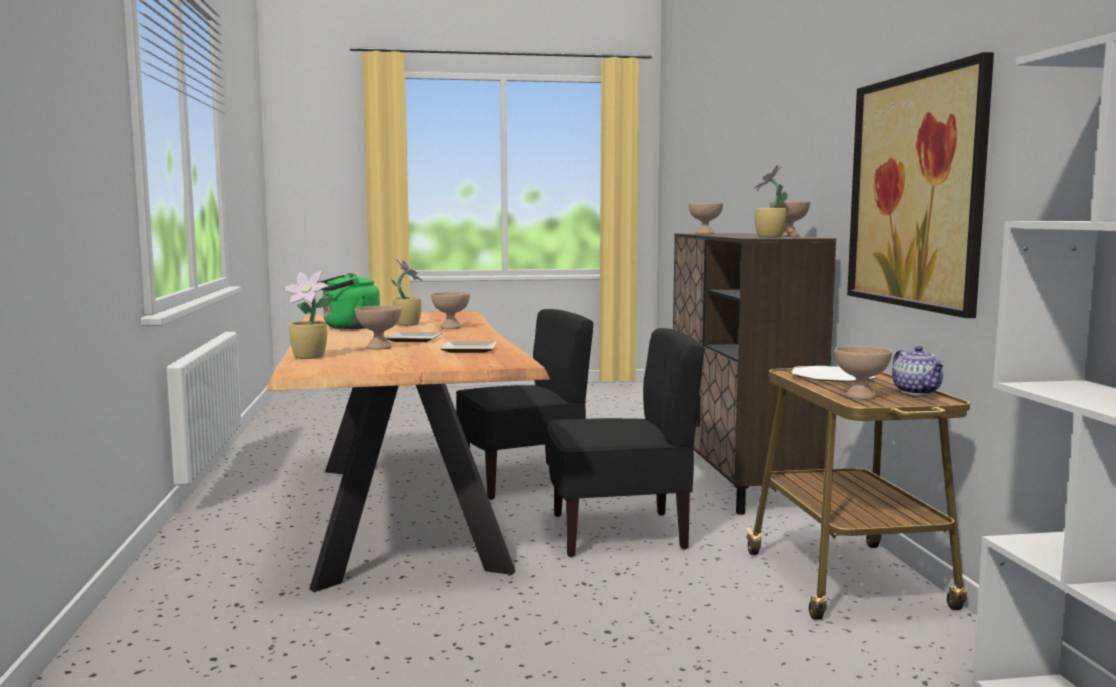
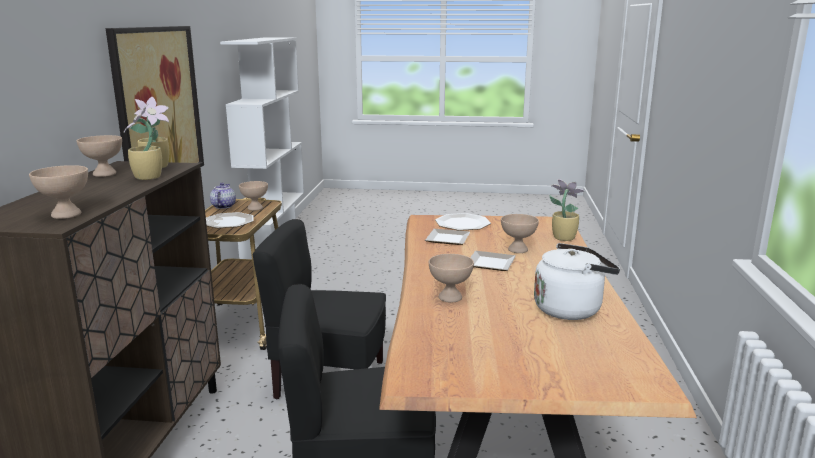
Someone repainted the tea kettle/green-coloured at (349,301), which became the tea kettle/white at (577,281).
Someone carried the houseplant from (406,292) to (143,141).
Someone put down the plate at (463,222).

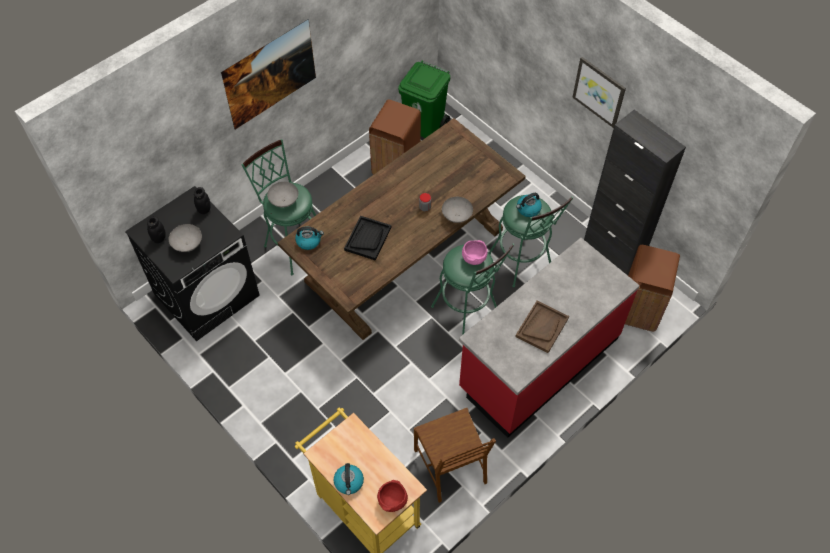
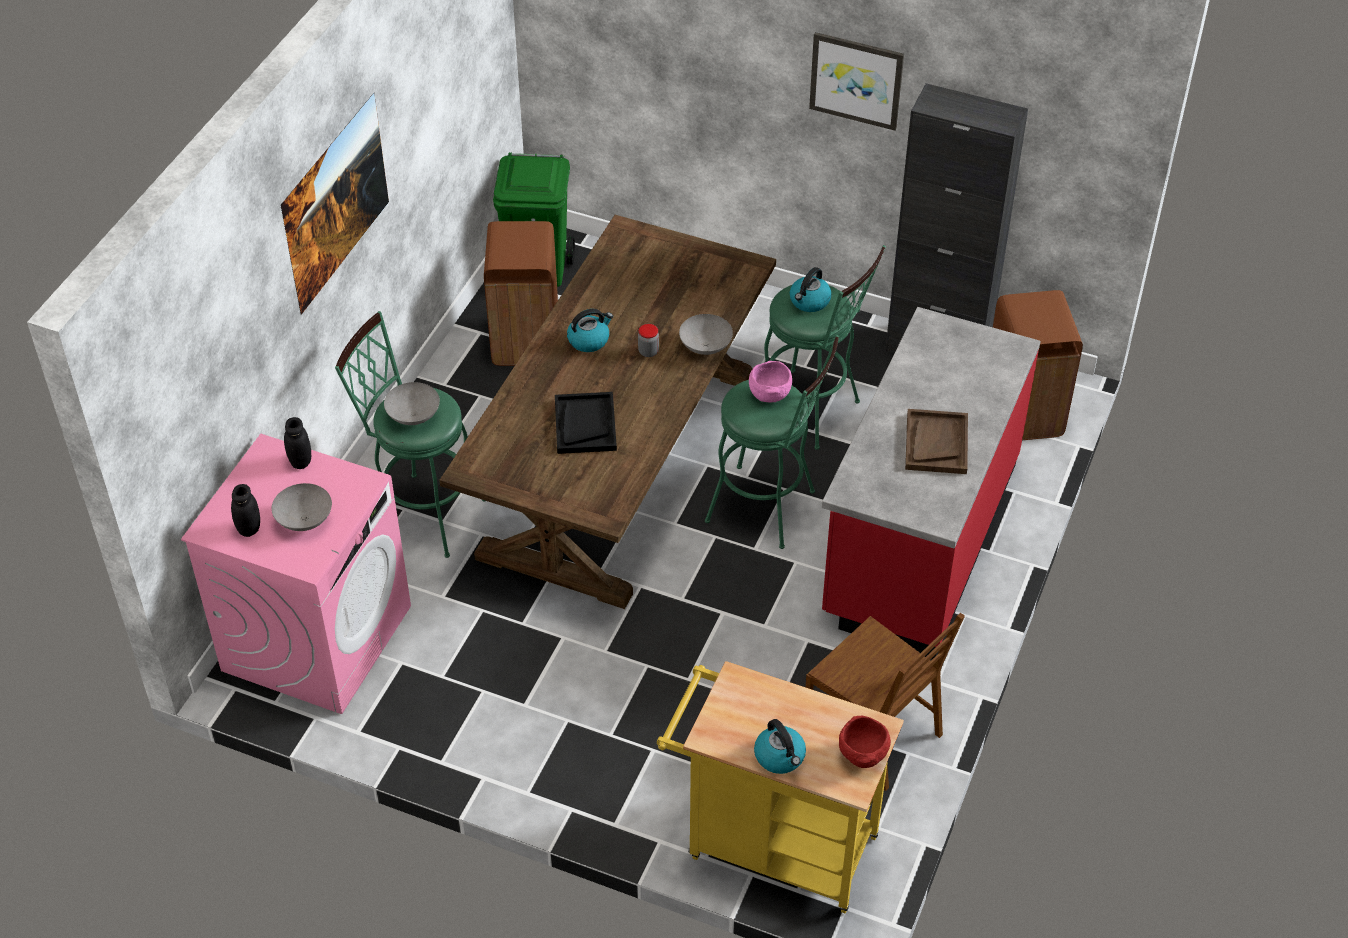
Someone repainted the washing machine/black-coloured at (192,263), which became the washing machine/pink at (296,574).
Someone carried the tea kettle from (309,238) to (590,330).

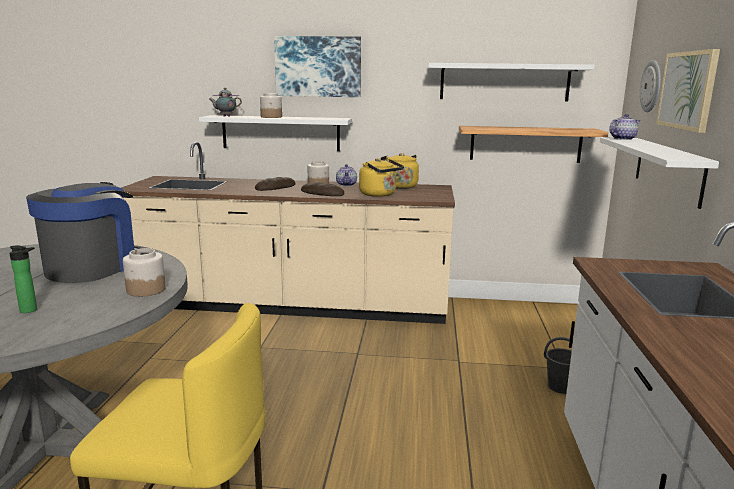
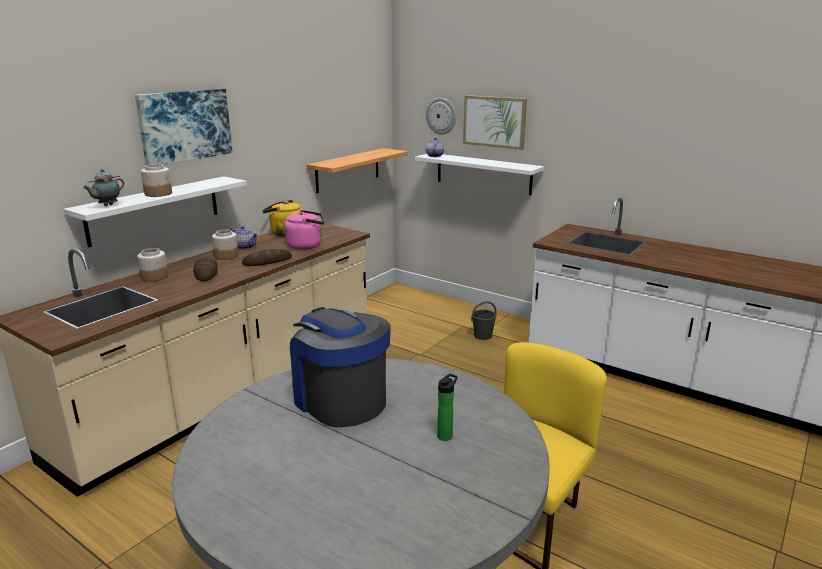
Someone carried the jar from (144,272) to (152,265).
Someone repainted the tea kettle/yellow at (381,177), which became the tea kettle/pink at (304,230).
Someone took away the shelf/white at (511,82).

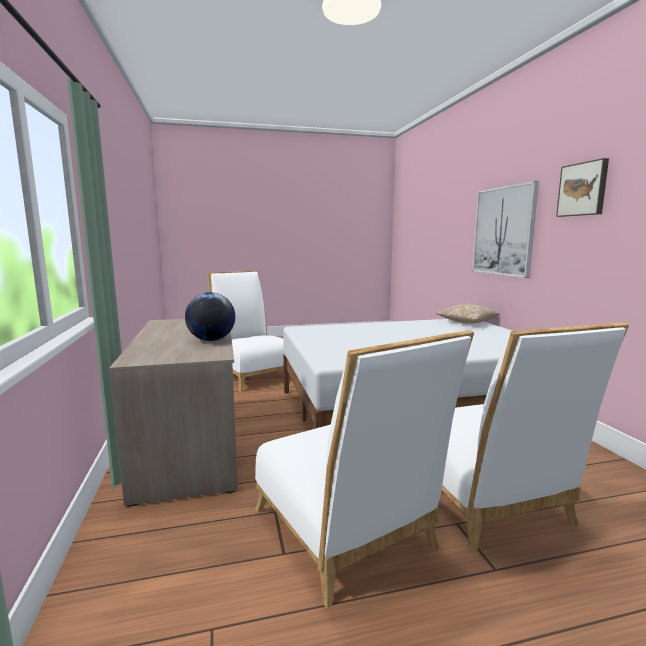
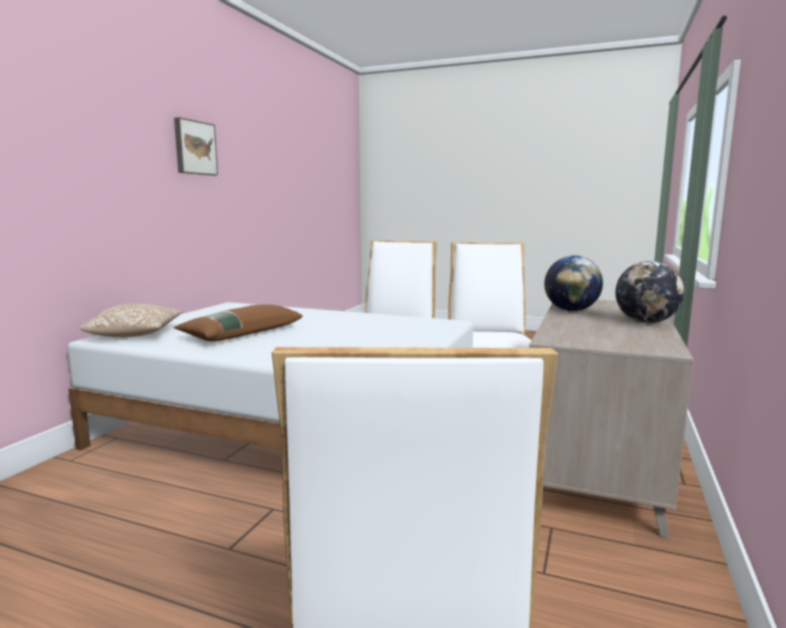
Someone took away the wall art at (505,229).
Someone put down the throw pillow/brownish at (238,323).
Someone put down the world globe at (649,292).

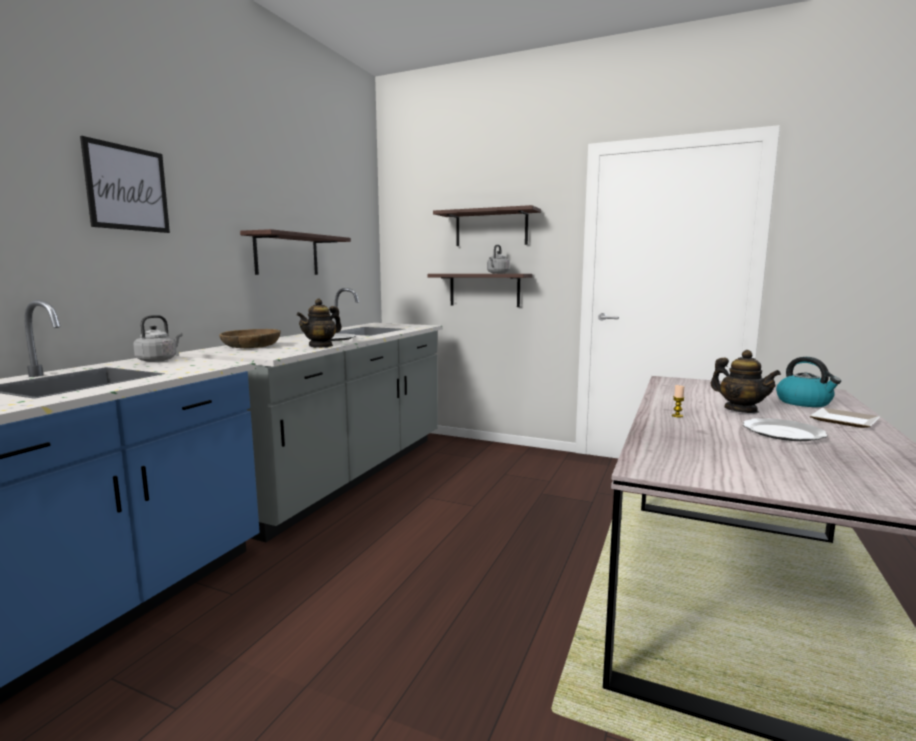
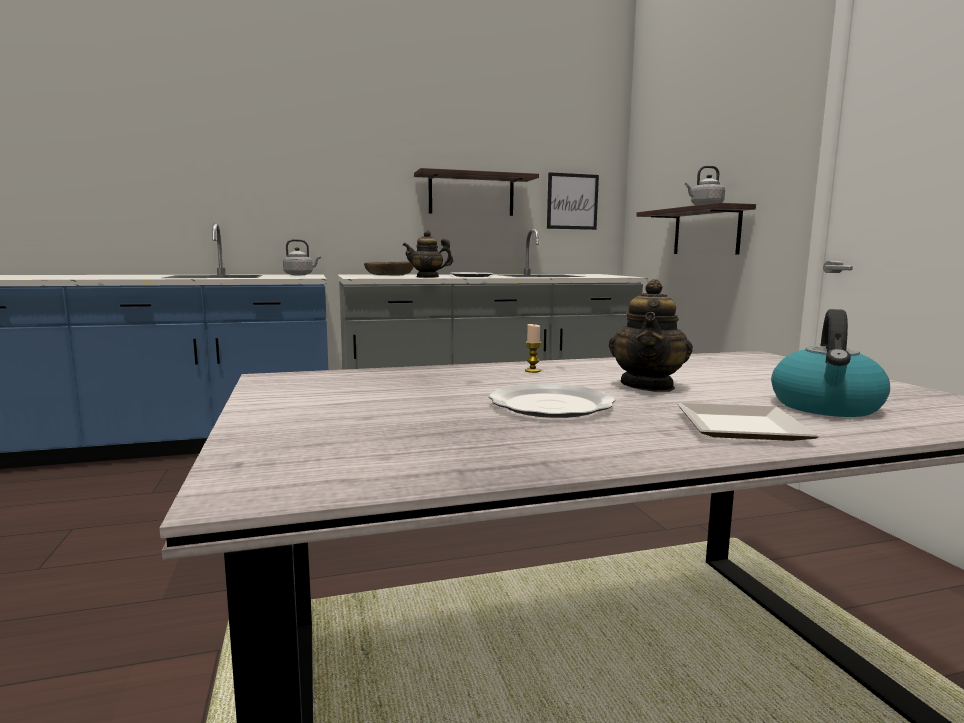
Someone carried the wall art from (125,184) to (573,201).
Someone took away the shelf at (487,225).

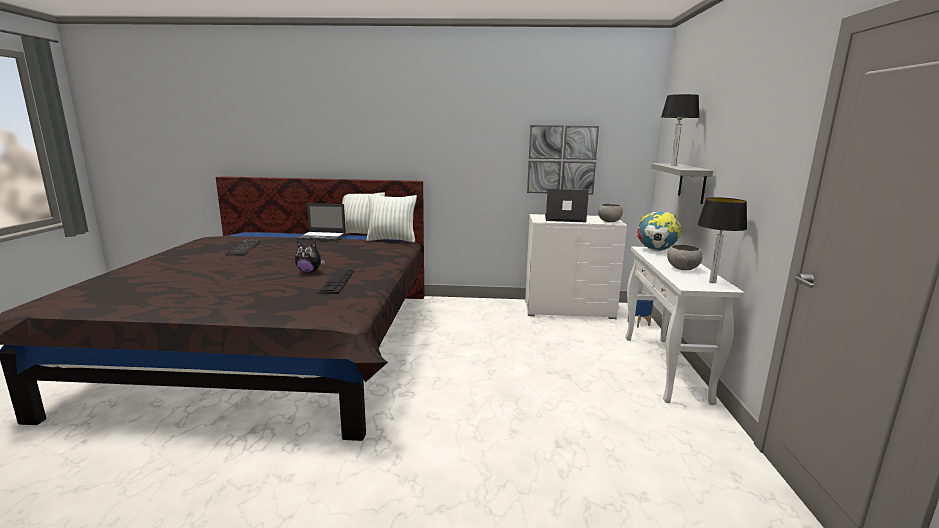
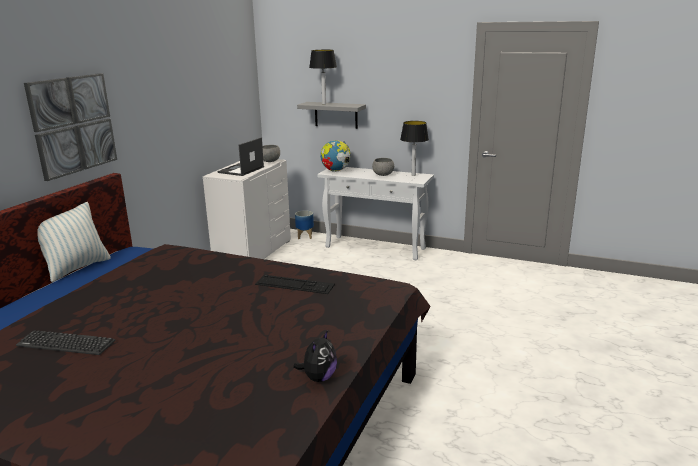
Someone carried the cuddly toy from (310,257) to (315,356).
Someone took away the laptop at (321,222).
Someone took away the throw pillow at (391,218).
Someone carried the wall art from (563,159) to (70,127).

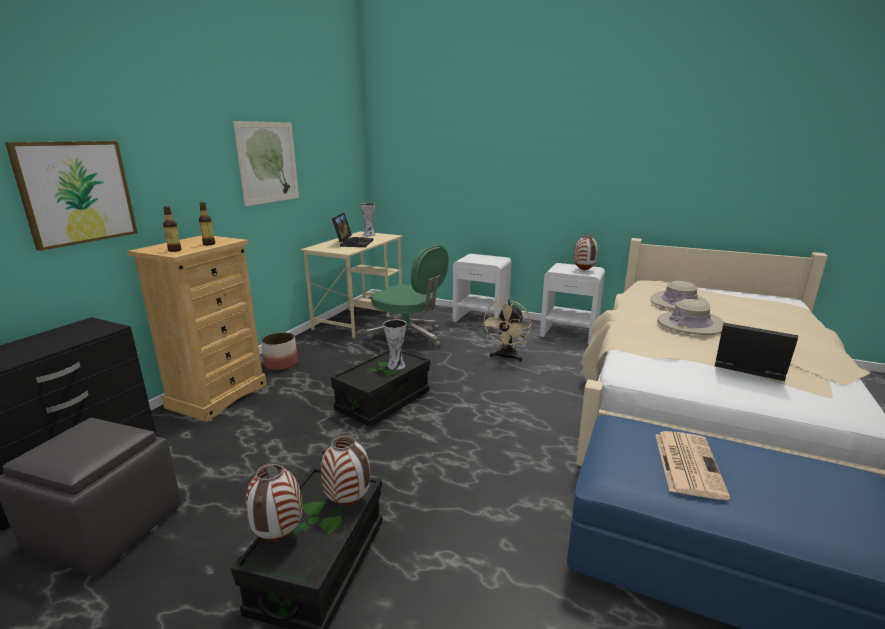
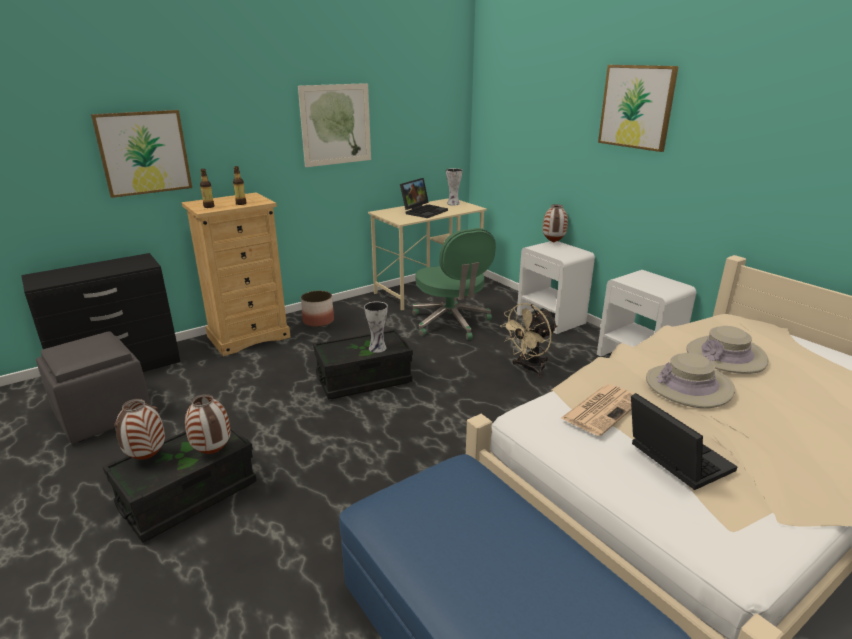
Someone carried the flower vase from (585,252) to (555,223).
Someone carried the daily paper from (693,465) to (597,410).
Someone put up the wall art at (638,108).

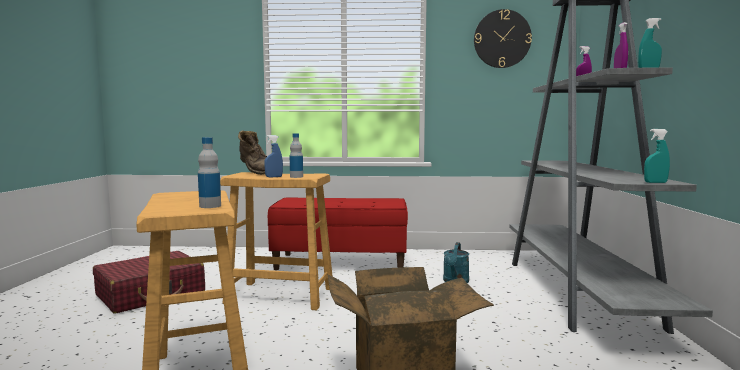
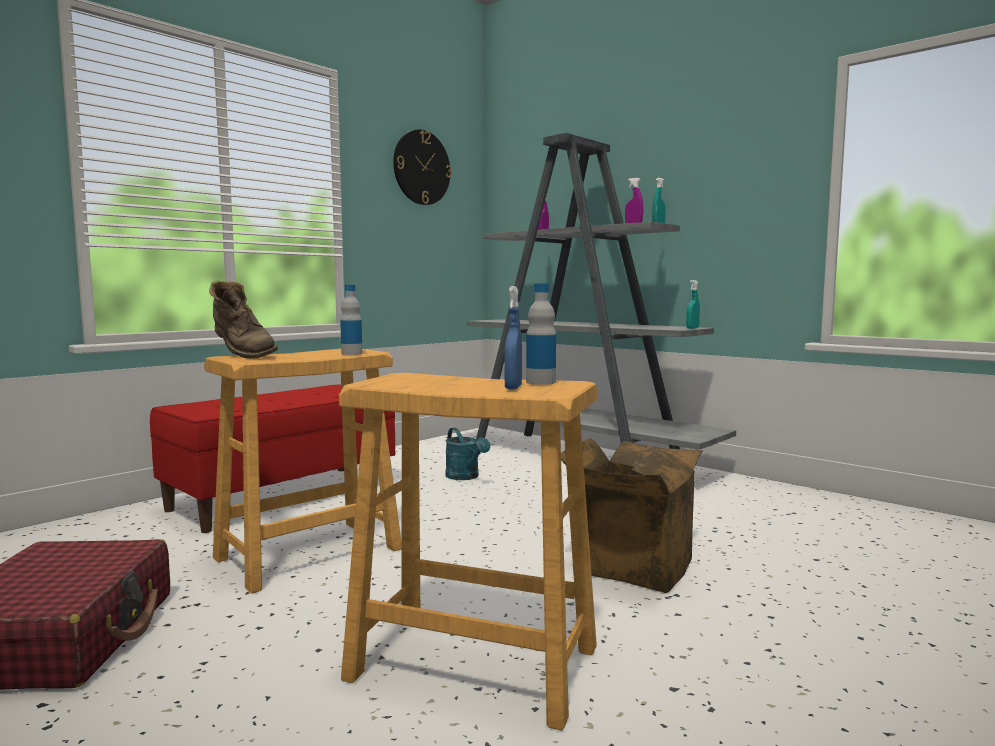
Someone rotated the boot/brownish at (252,152) by 45 degrees clockwise.
Someone carried the spray bottle/bluish from (273,156) to (513,337).

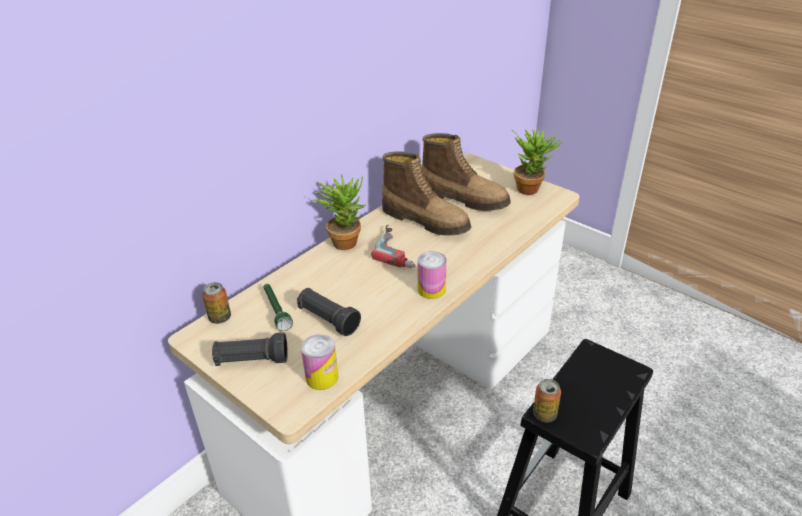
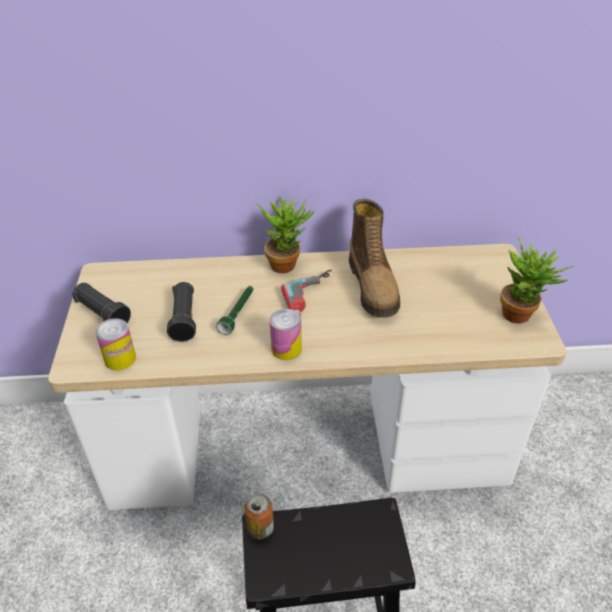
Someone took away the sealed can at (216,303).
Someone carried the flashlight/green-coloured from (278,307) to (234,310).
Someone took away the boot at (466,172).

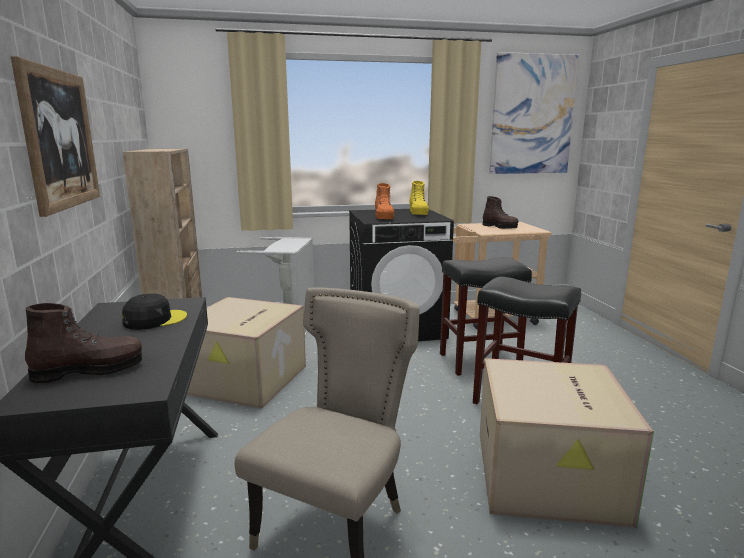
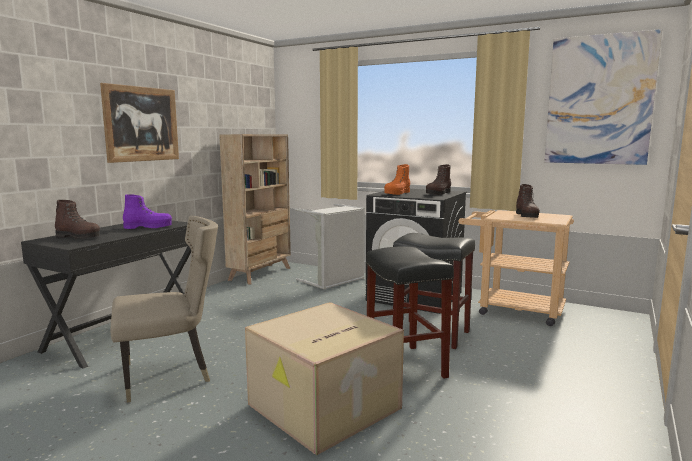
Someone swapped the cap/black-coloured at (154,312) for the boot/purple at (147,211).
Someone took away the carton at (246,353).
Someone repainted the boot/yellow at (419,198), which became the boot/brownish at (438,179).

